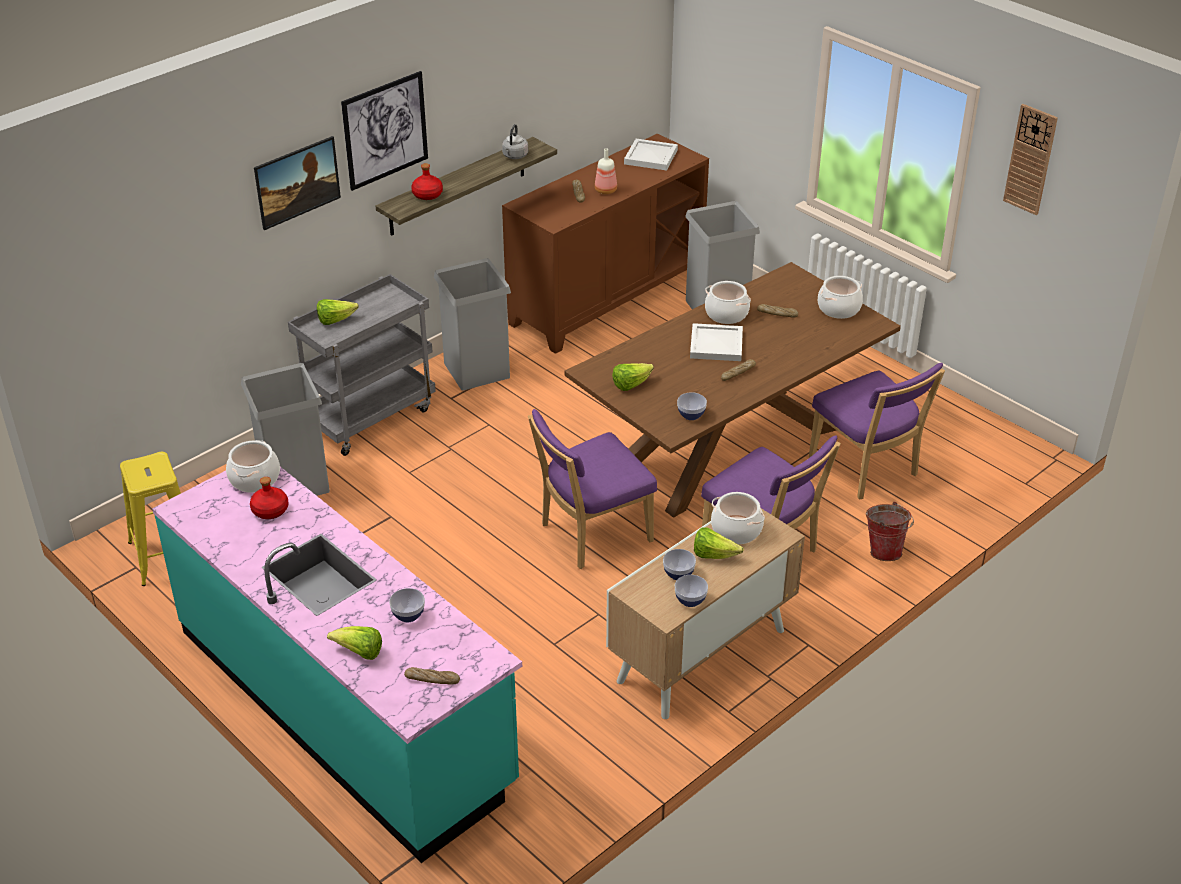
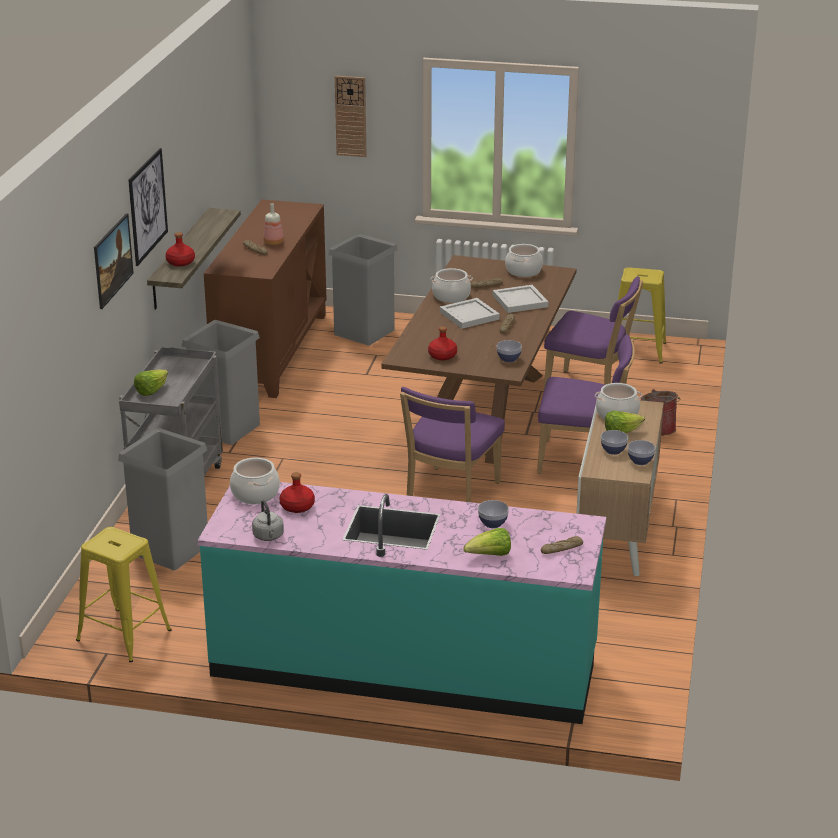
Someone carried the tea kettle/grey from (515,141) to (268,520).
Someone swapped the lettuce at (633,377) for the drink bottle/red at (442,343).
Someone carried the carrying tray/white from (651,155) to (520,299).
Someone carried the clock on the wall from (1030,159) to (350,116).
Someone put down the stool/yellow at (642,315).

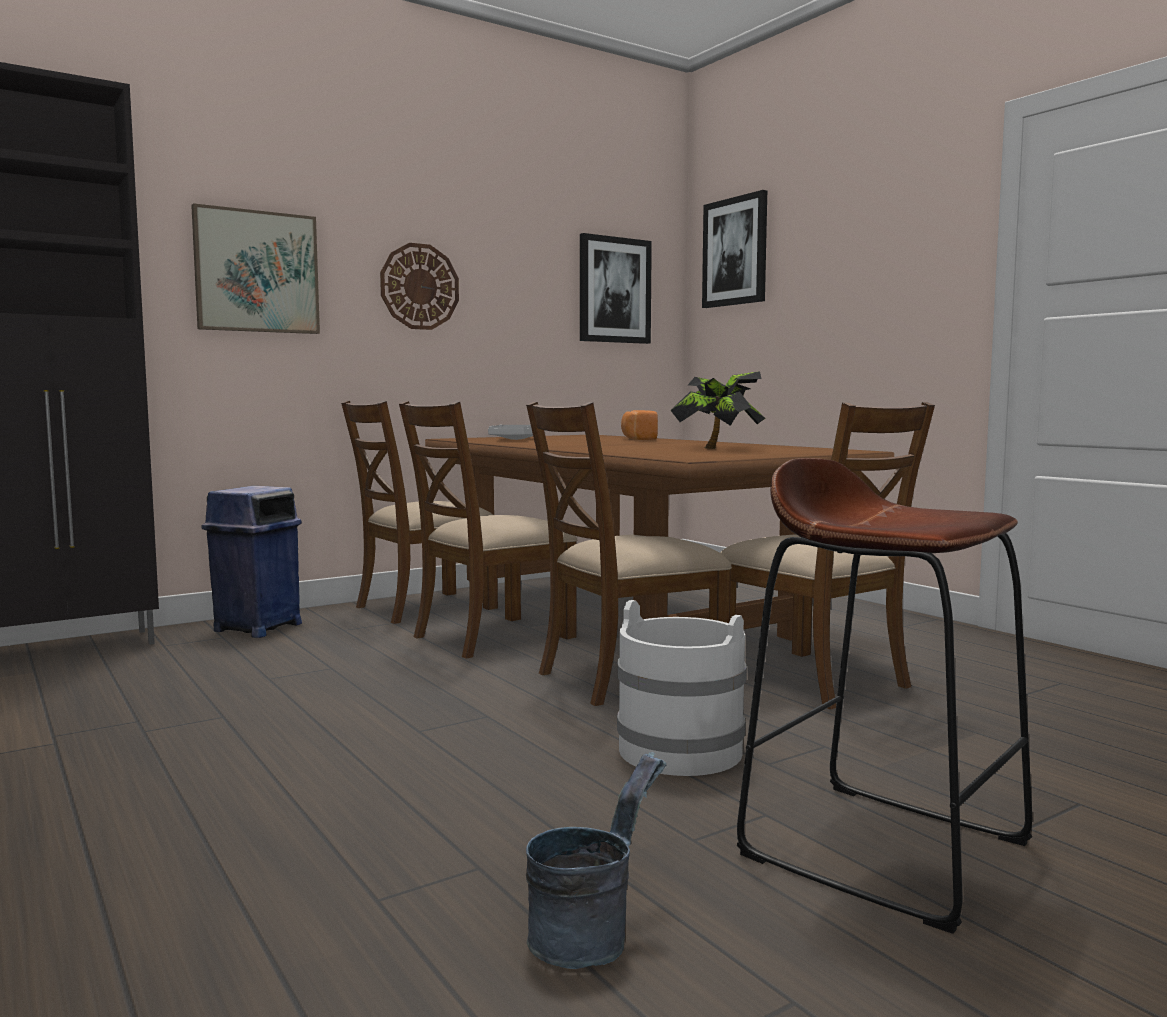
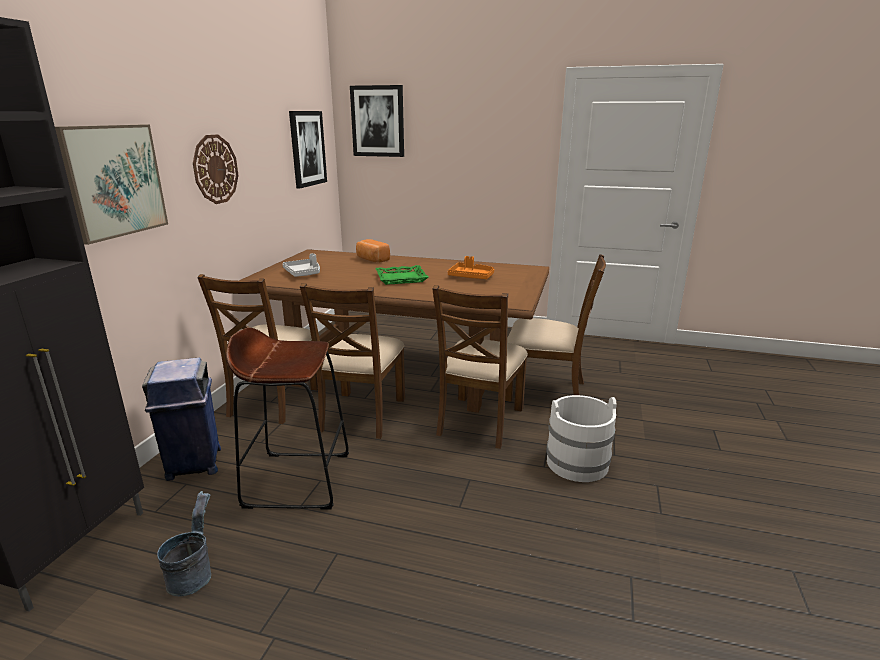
Someone carried the pail/grey from (596,860) to (184,543).
Someone swapped the houseplant at (718,410) for the carrying tray/orange-coloured at (471,267).
Someone carried the stool/brownish from (884,696) to (287,419).
Someone put down the carrying tray/green-coloured at (401,275).

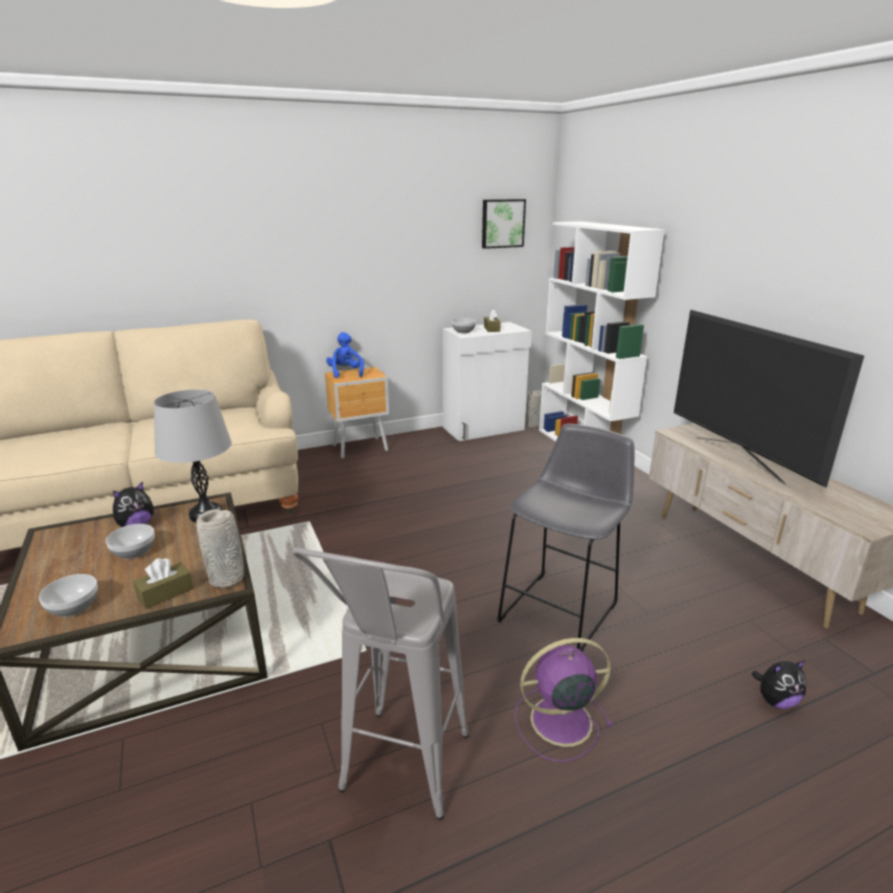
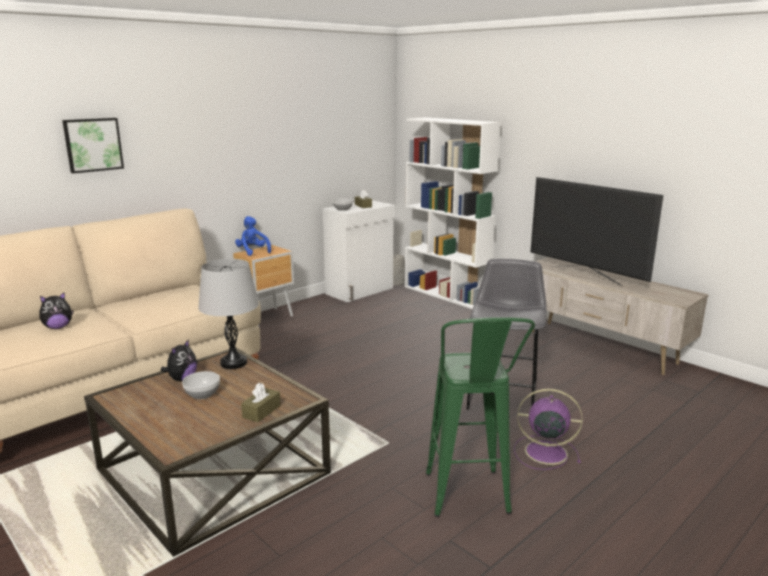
Someone took away the serving bowl at (68,595).
Someone took away the flower vase/grey at (220,548).
Someone repainted the stool/grey at (380,684), which became the stool/green-coloured at (480,417).
Someone carried the wall art from (504,224) to (93,145).
Someone rotated the cooling fan/purple at (564,700) by 45 degrees clockwise.
Someone carried the cuddly toy from (779,684) to (56,310).

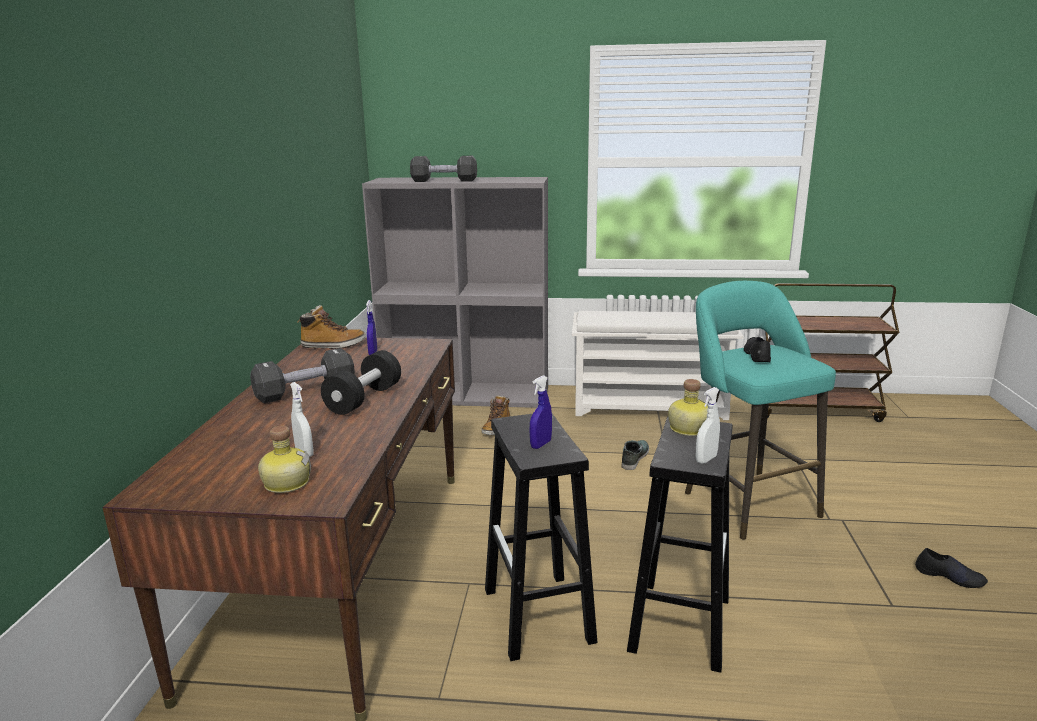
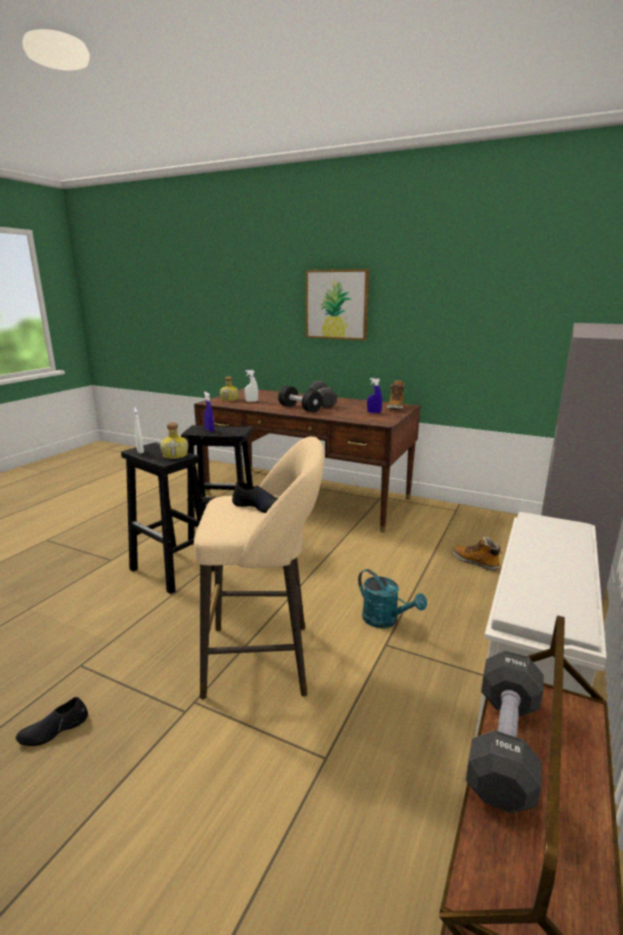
Someone carried the free weight/black-coloured from (443,169) to (505,732).
Someone swapped the item of footwear at (635,455) for the watering pot/blue-green at (392,598).
Someone repainted the stool/blue-green at (760,410), which became the stool/beige at (259,567).
Someone put up the wall art at (337,304).

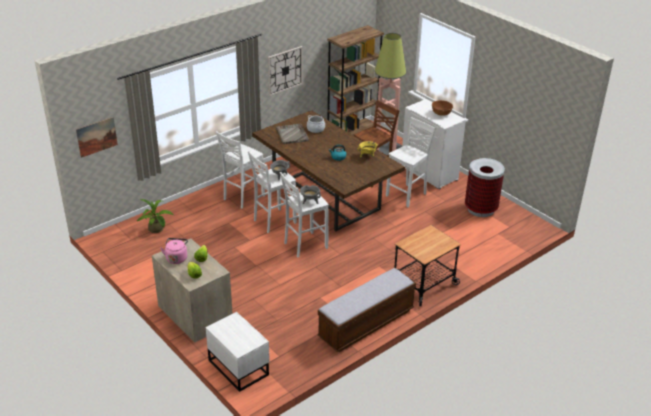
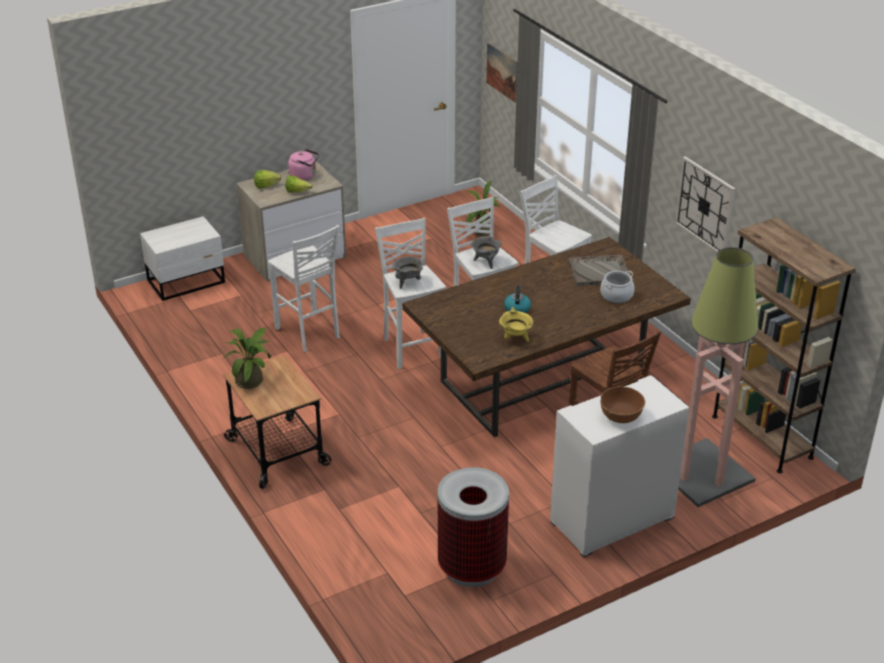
Someone took away the bench at (367,310).
Someone carried the stool/white from (411,162) to (304,288).
Someone put down the houseplant at (247,358).

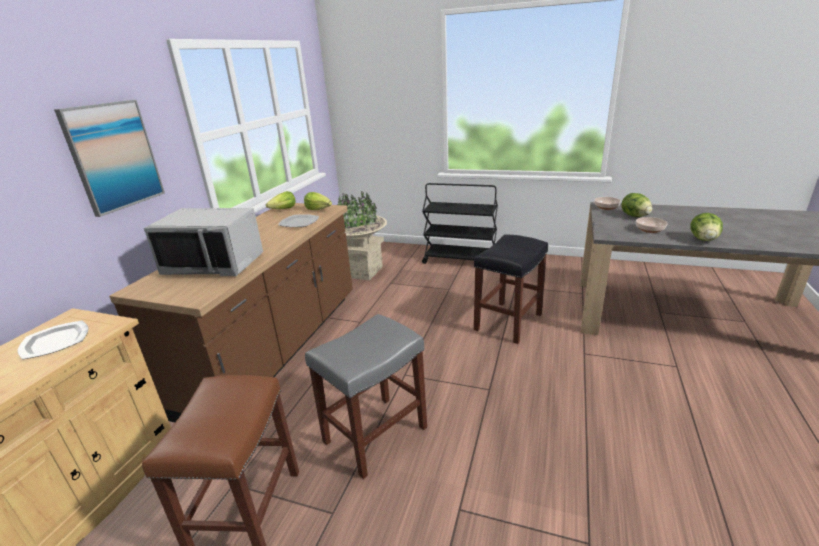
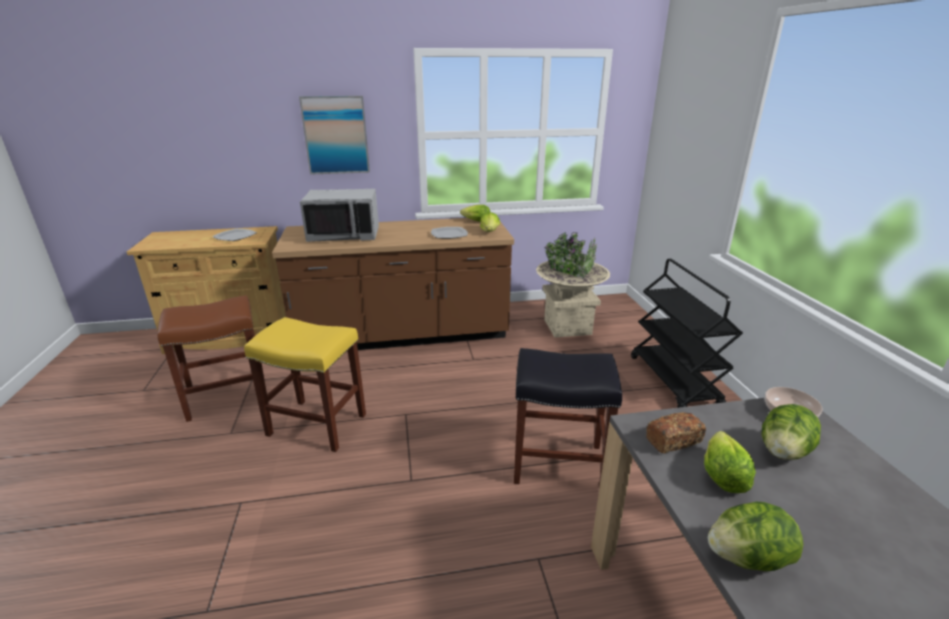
Someone rotated the kitchen microwave/grey at (203,242) by 75 degrees counterclockwise.
Someone repainted the stool/grey at (366,396), which became the stool/yellow at (305,384).
Someone swapped the serving bowl at (652,225) for the lettuce at (730,462).
Someone put down the bread at (676,432).

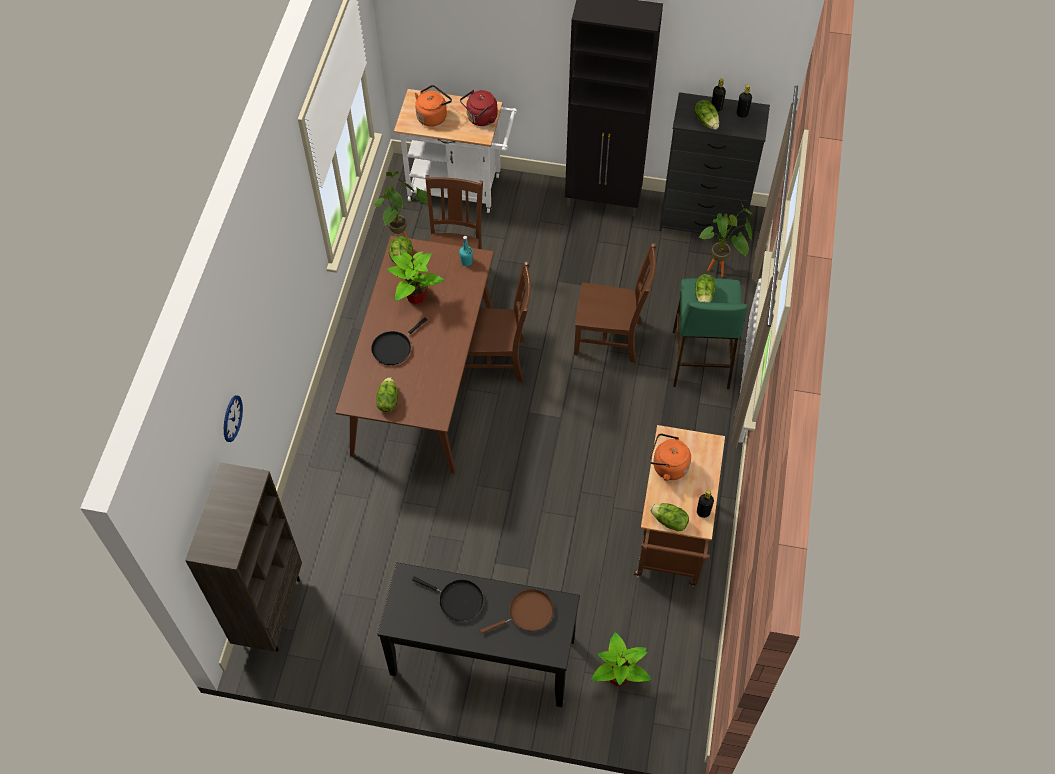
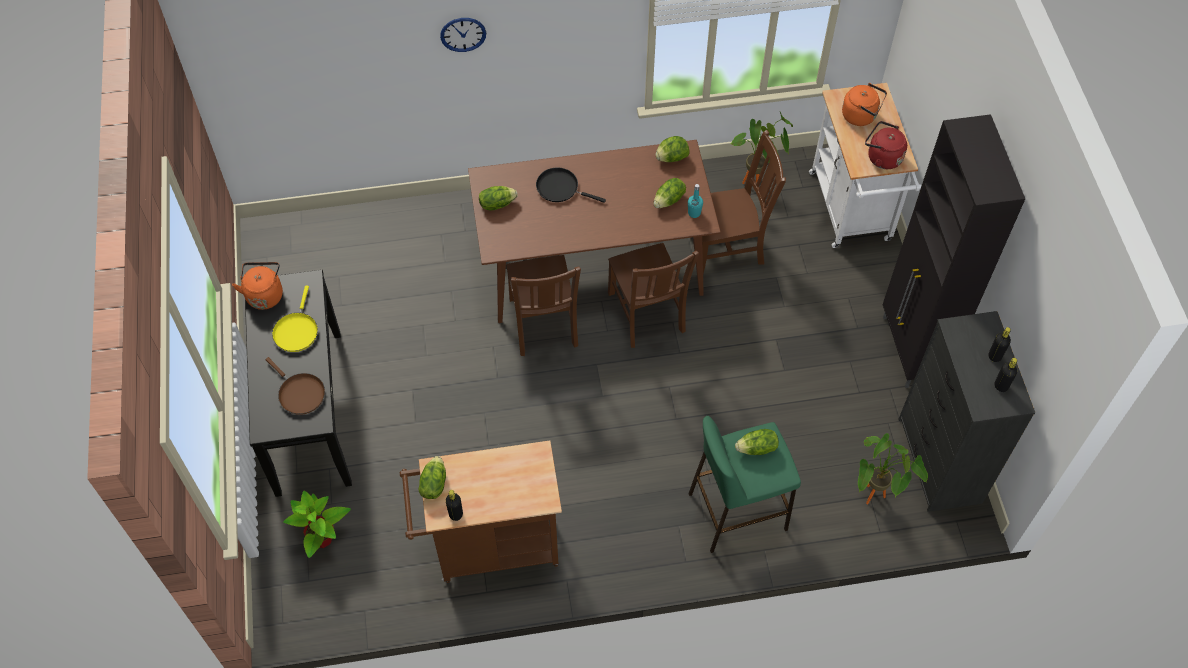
Someone took away the bookcase/brownish at (243,557).
Someone carried the clock on the wall from (233,418) to (463,35).
Someone took away the houseplant at (415,277).
Someone repainted the frying pan/black-coloured at (448,599), which became the frying pan/yellow at (295,319).
Someone carried the chair/brownish from (615,303) to (543,305).
Someone carried the tea kettle/orange-coloured from (670,457) to (257,286).
Someone carried the lettuce from (706,114) to (669,193).

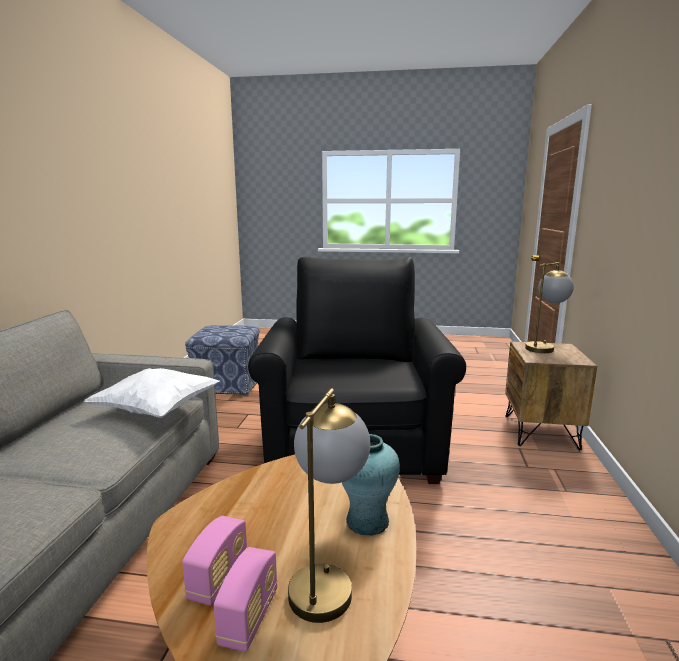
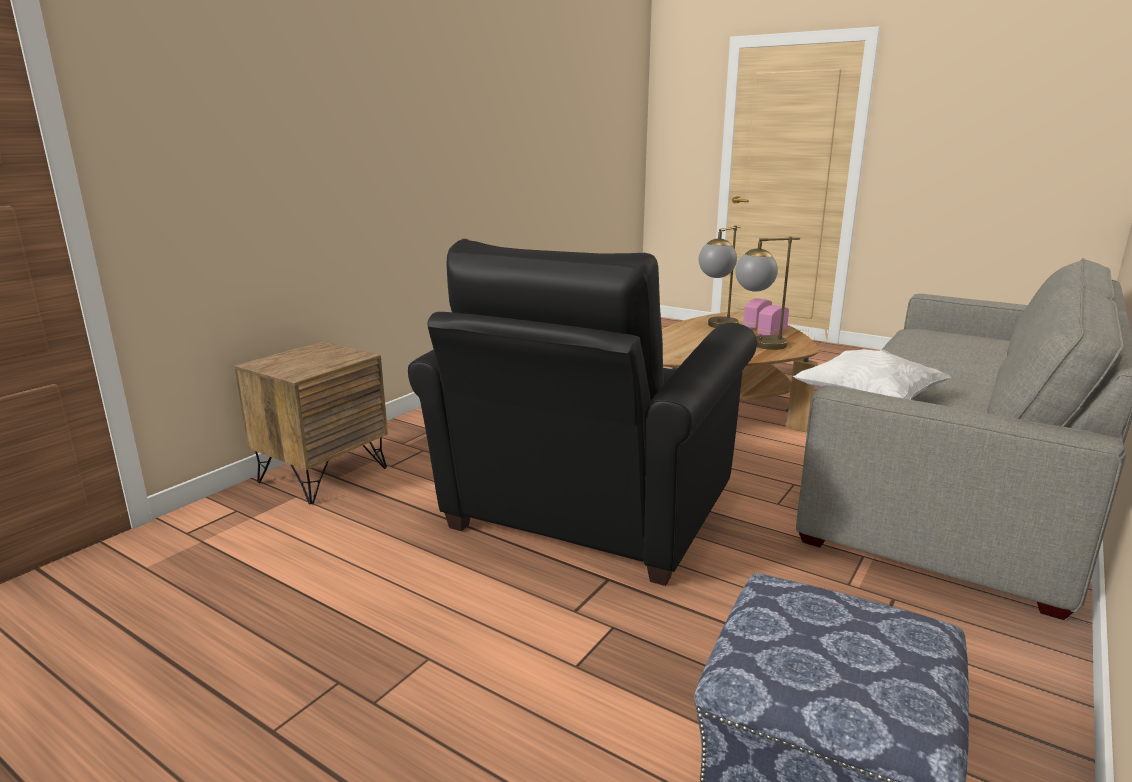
Someone took away the flower vase/blue-green at (371,485).
Someone carried the lamp for a table from (549,307) to (767,293).

